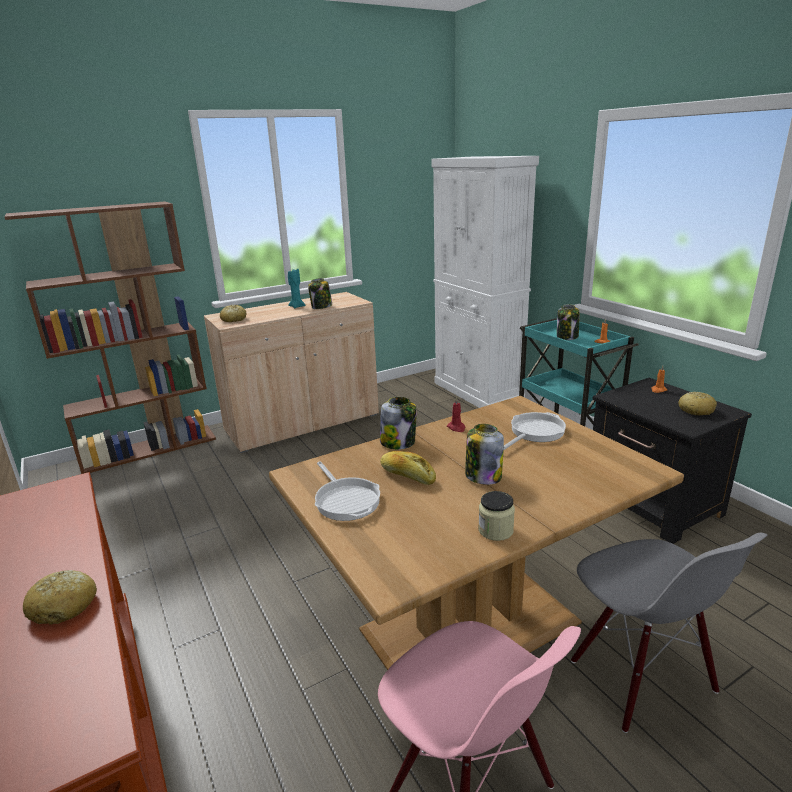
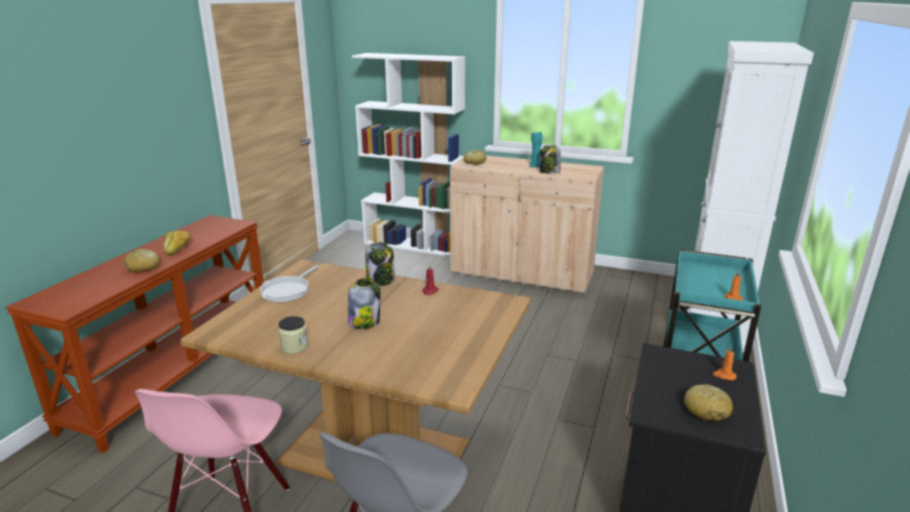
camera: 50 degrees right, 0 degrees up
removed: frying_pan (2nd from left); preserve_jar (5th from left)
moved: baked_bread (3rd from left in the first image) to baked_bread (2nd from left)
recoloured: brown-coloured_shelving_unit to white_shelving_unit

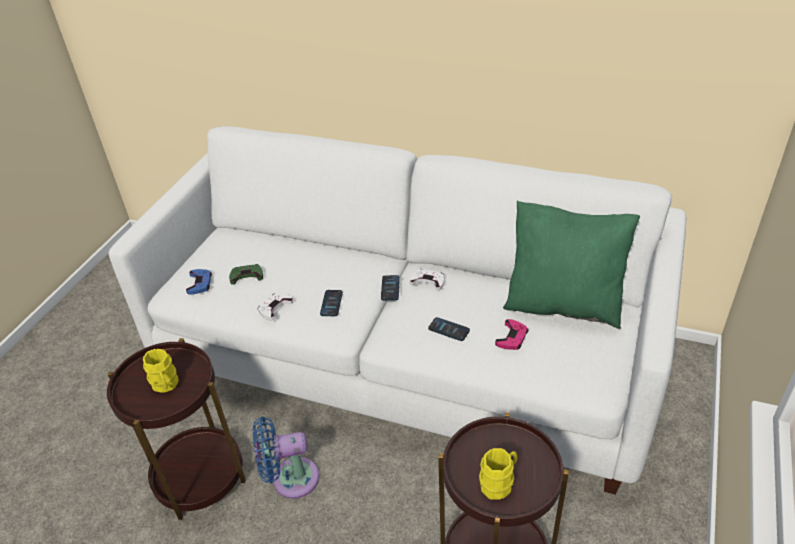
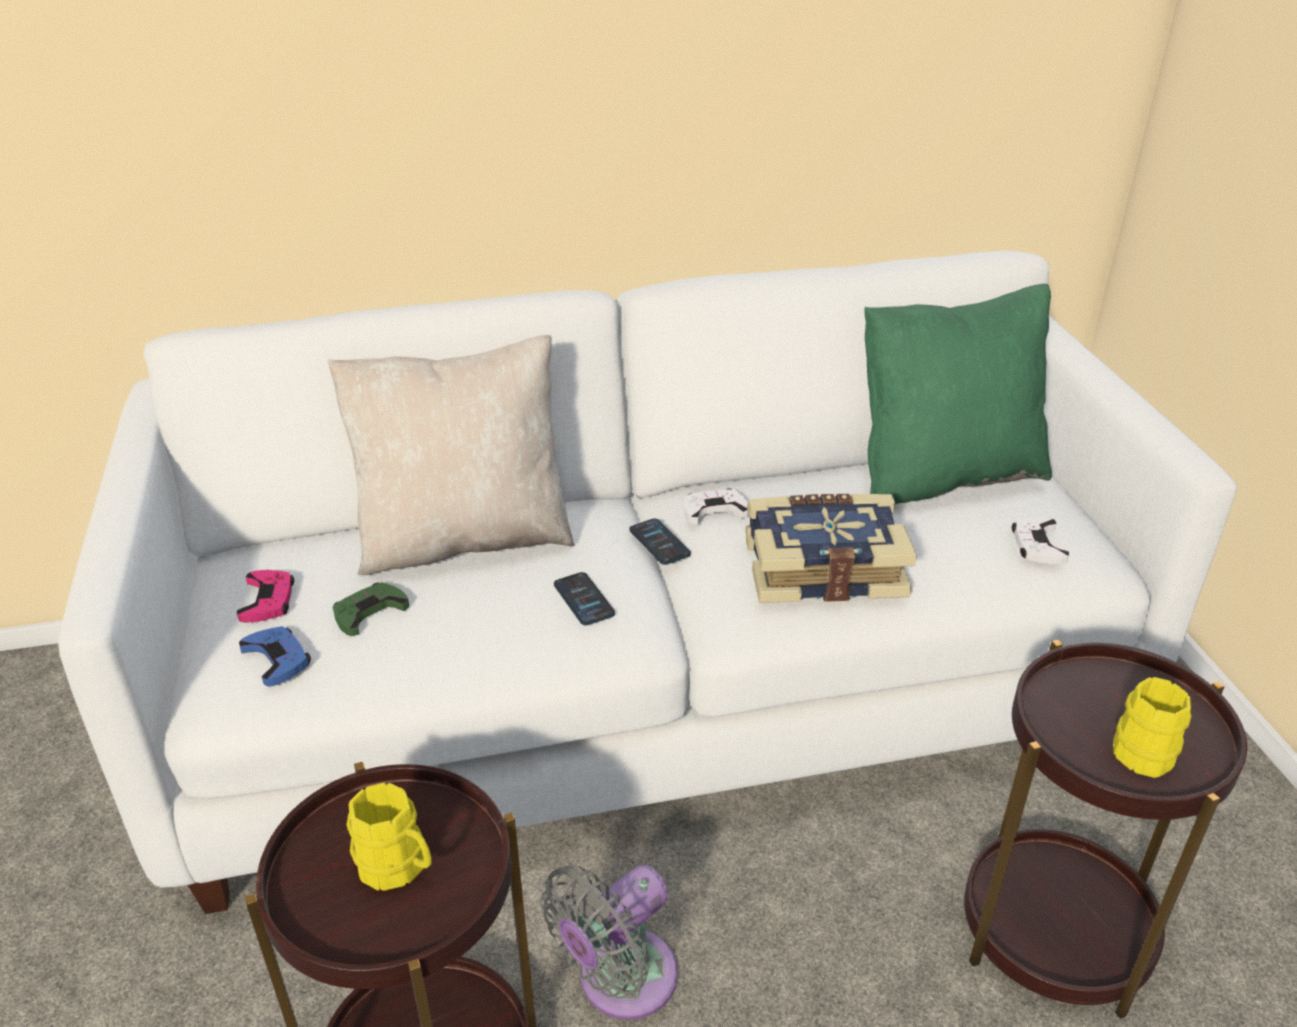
camera: 35 degrees left, 5 degrees down
added: beige-coloured_cushion
moved: white_joypad (1st from left in the first image) to white_joypad (2nd from left); pink_joypad
replaced: handset (3rd from left) to book
recoloured: blue_fan to greyish_fan

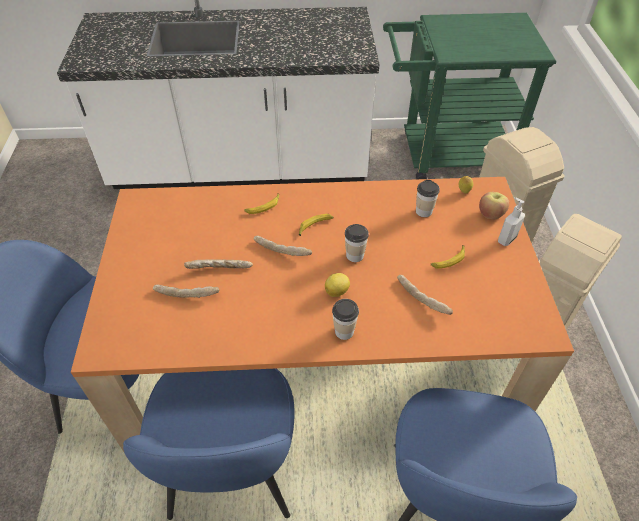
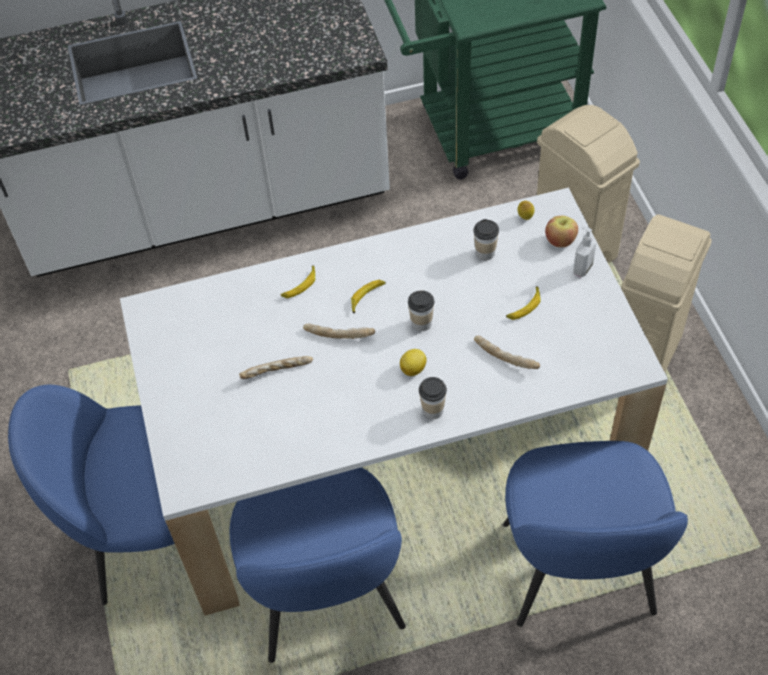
camera: 10 degrees left, 5 degrees up
removed: baked_bread (1st from left)
recoloured: orange_dining_table to white_dining_table

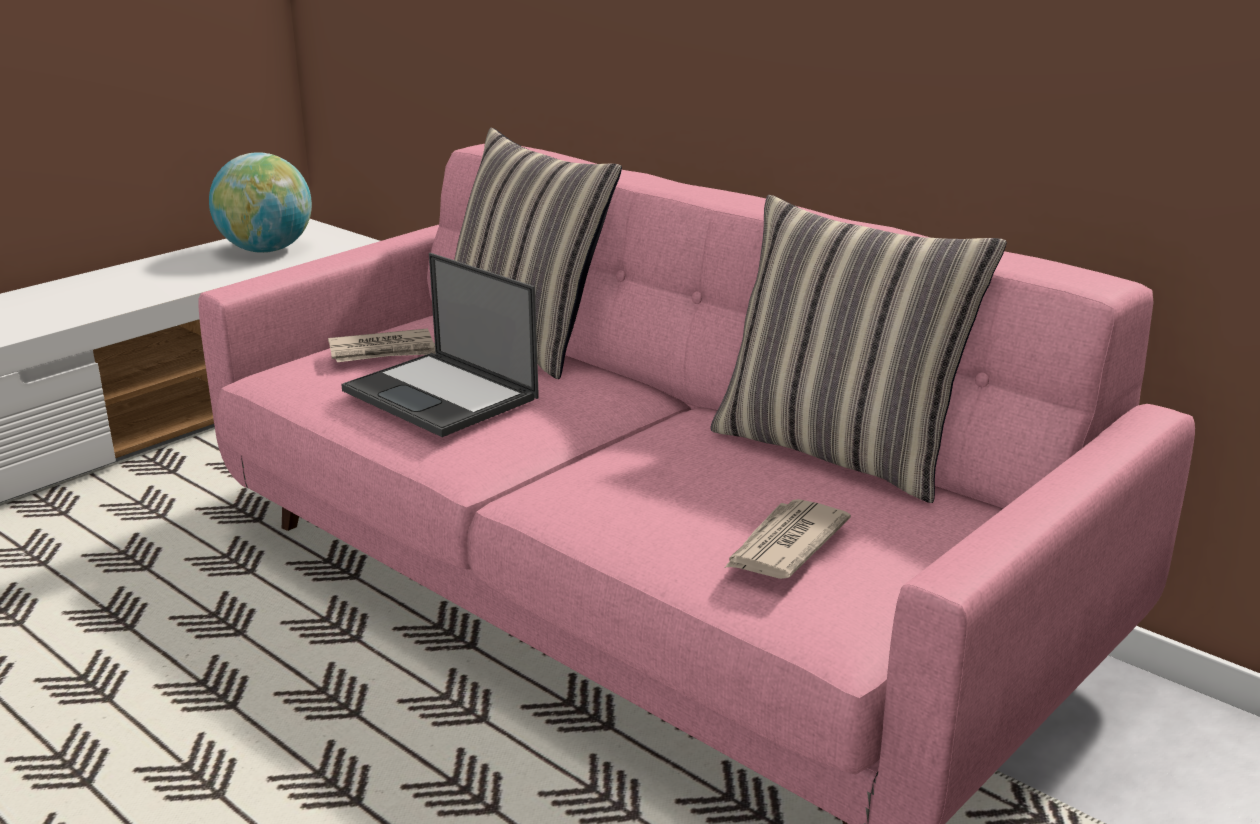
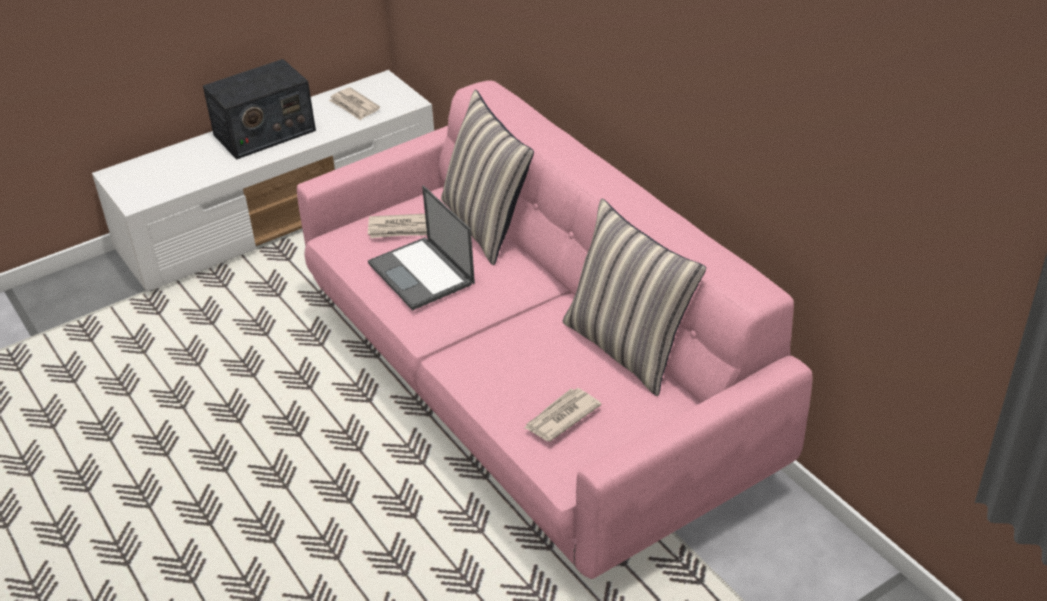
camera: 15 degrees right, 15 degrees up
added: radio_set
replaced: desk_globe to newspaper (1st from left)

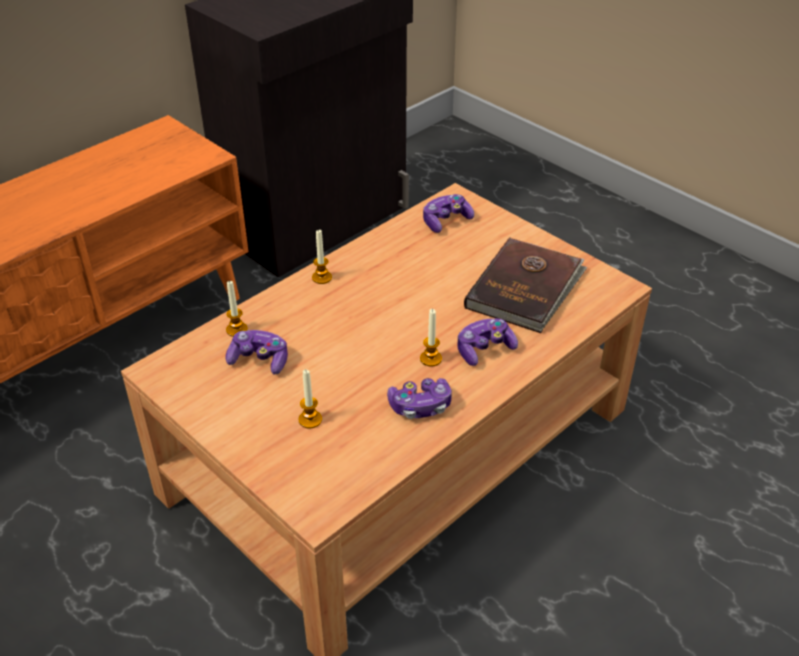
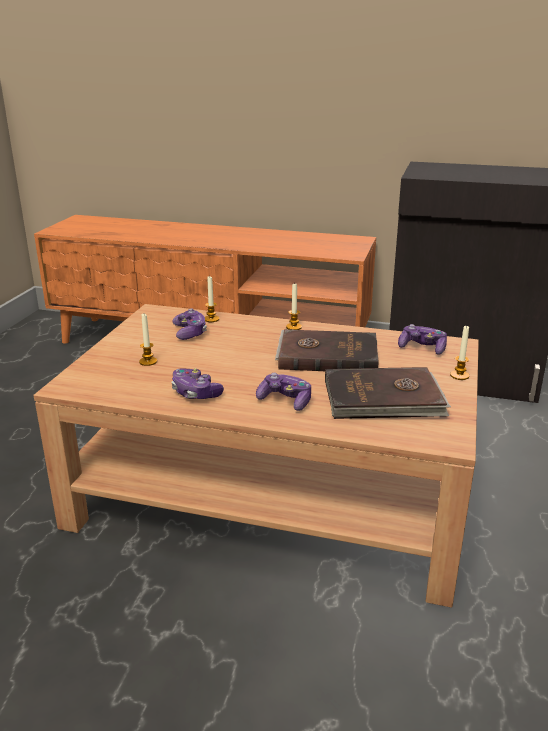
camera: 60 degrees right, 15 degrees down
added: brown-coloured_book (1st from left)
moved: wax_candle (4th from left)

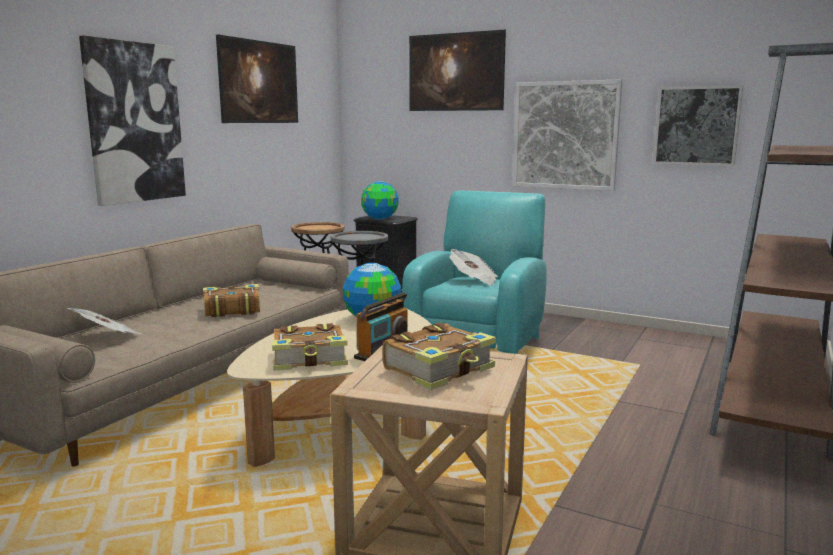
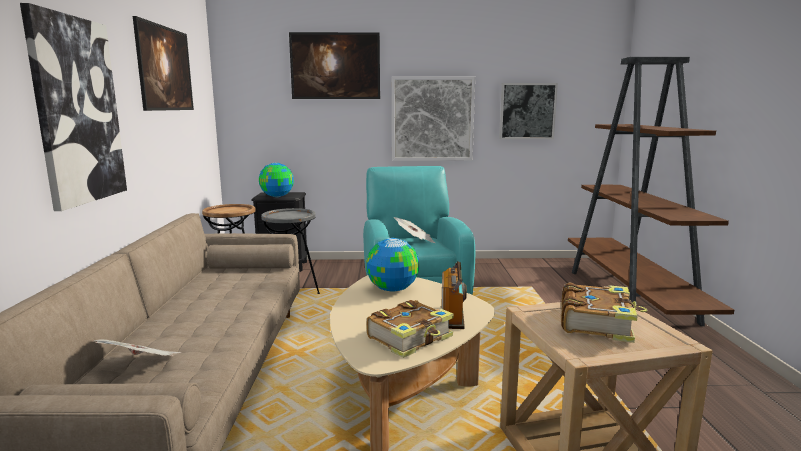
camera: 30 degrees left, 0 degrees up
removed: book (1st from left)

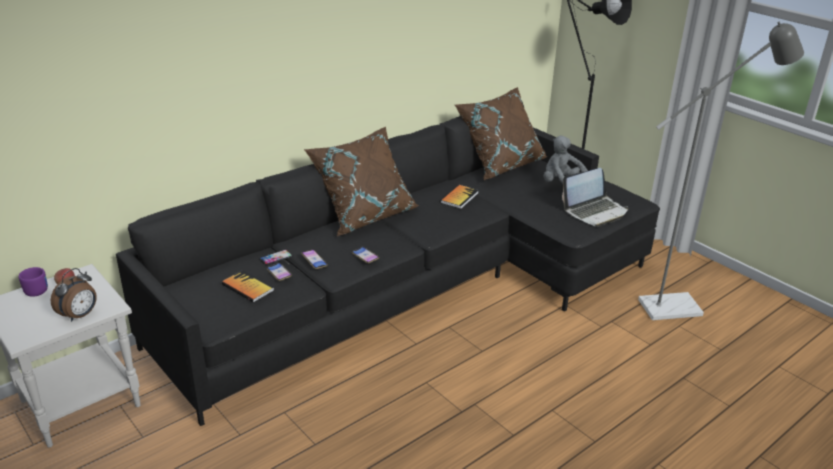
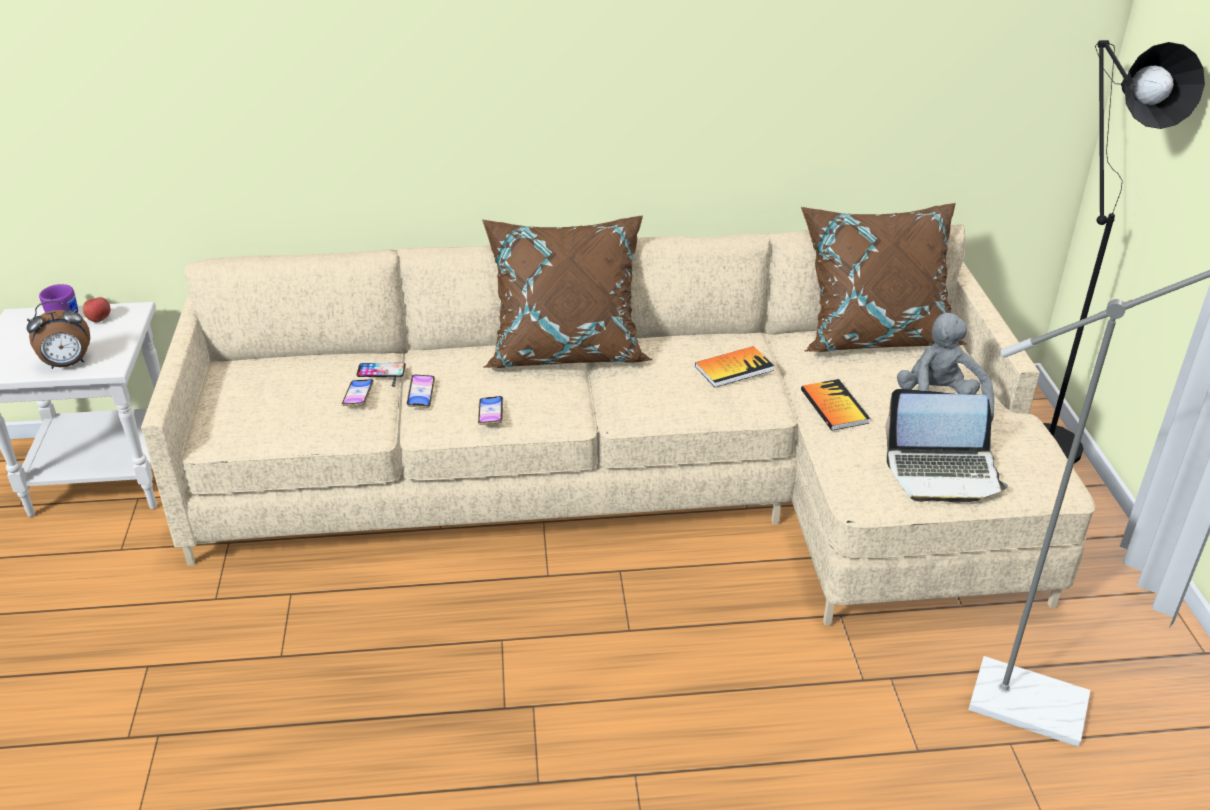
camera: 35 degrees right, 5 degrees up
moved: book (1st from left in the first image) to book (2nd from left)
recoloured: black-coloured_sofa to beige-coloured_sofa

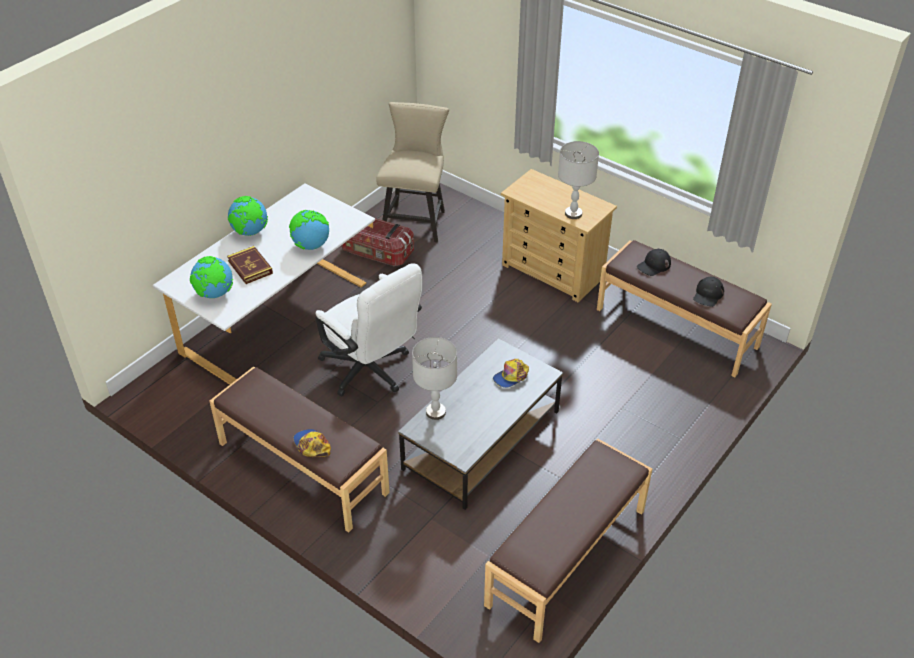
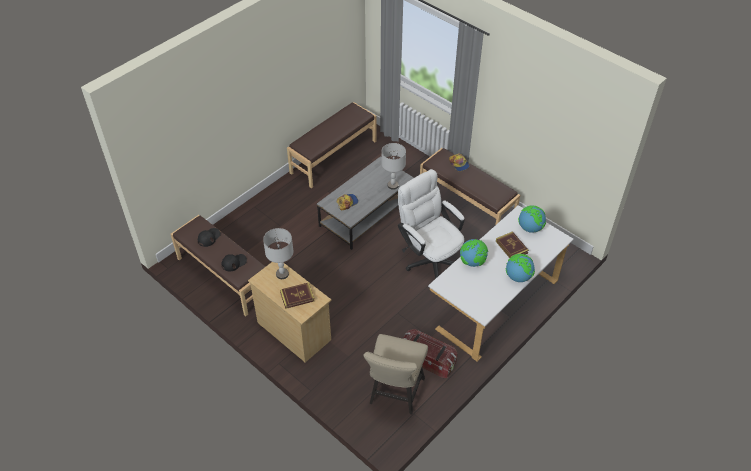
camera: 175 degrees left, 5 degrees up
added: book (1st from left)

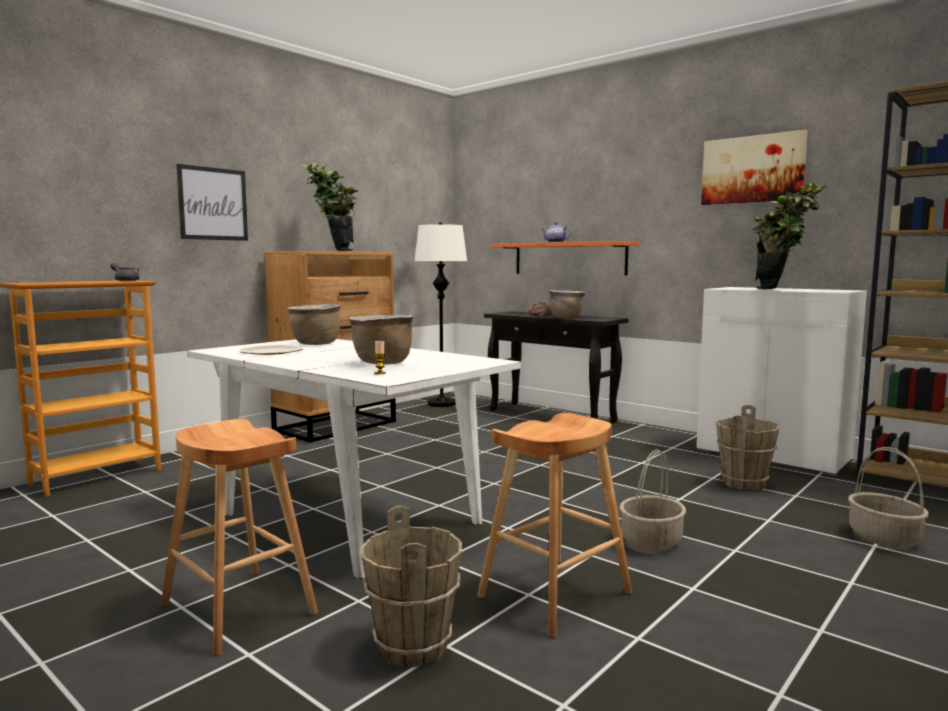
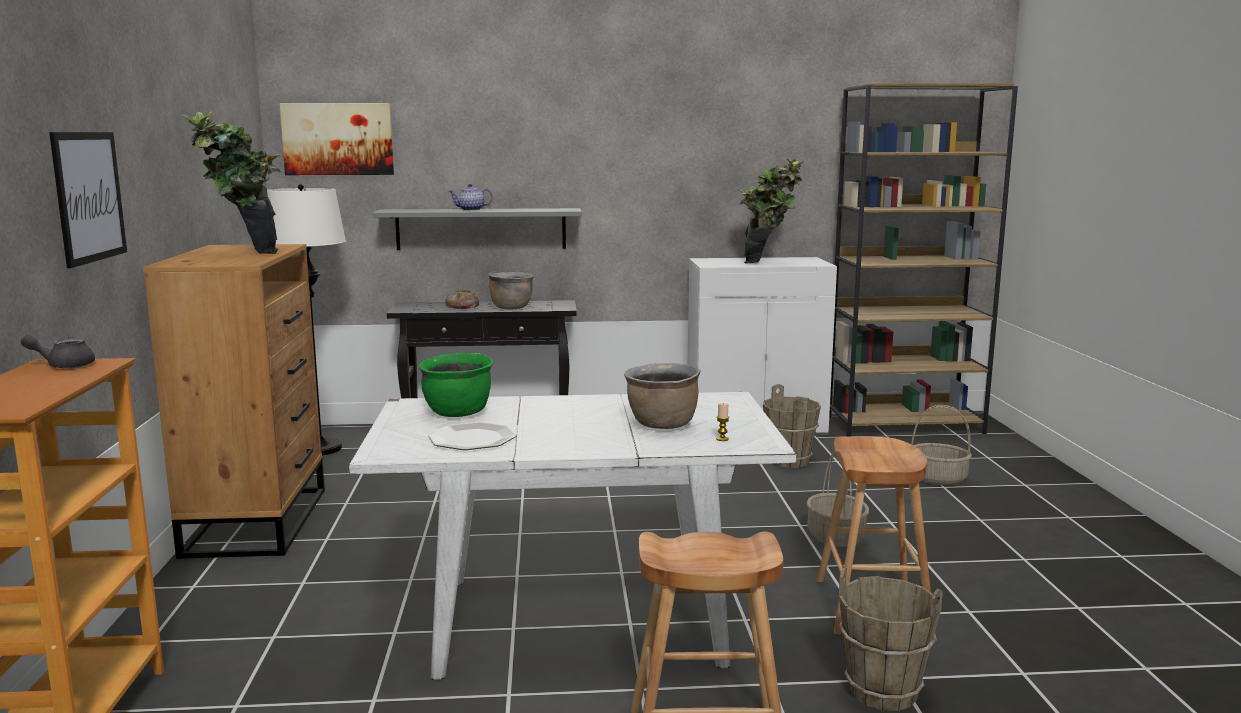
camera: 45 degrees left, 5 degrees up
moved: picture (2nd from left)
recoloured: brown-coloured_stockpot (1st from left) to green_stockpot; orange_wall_shelf to greyish_wall_shelf

